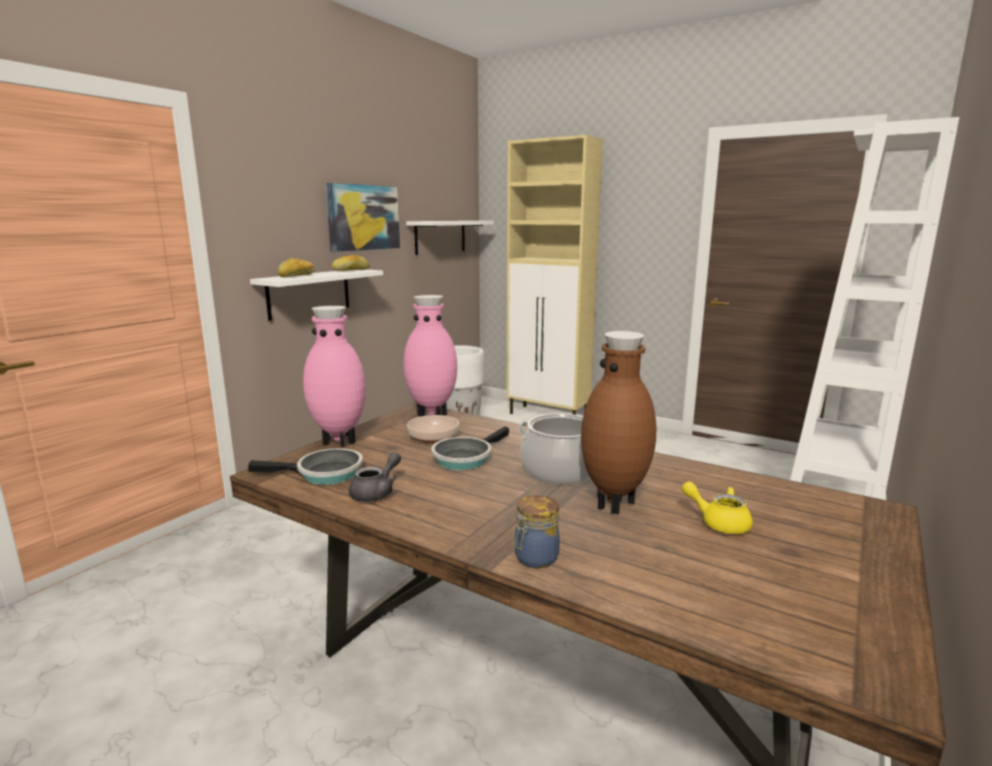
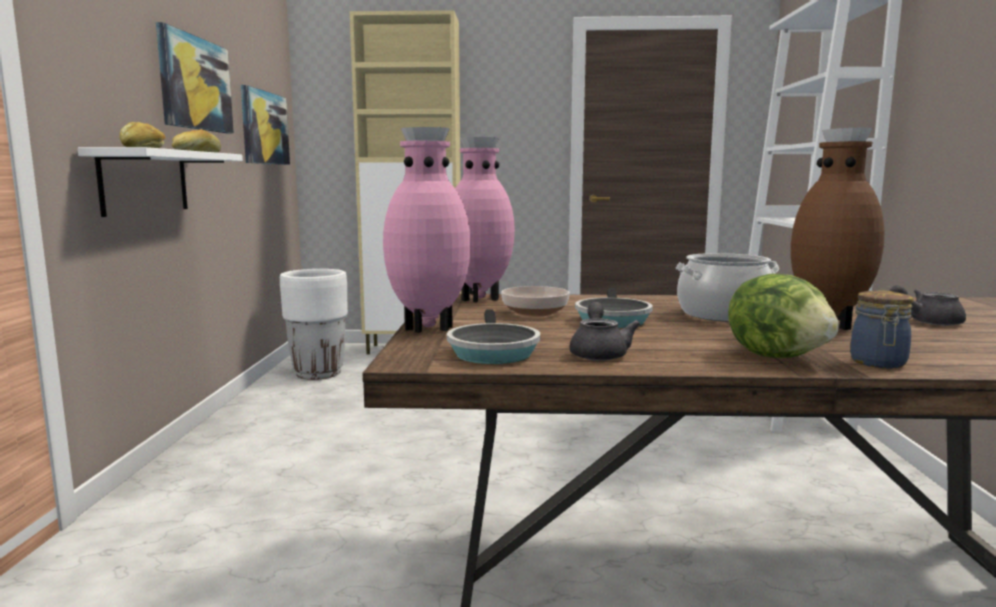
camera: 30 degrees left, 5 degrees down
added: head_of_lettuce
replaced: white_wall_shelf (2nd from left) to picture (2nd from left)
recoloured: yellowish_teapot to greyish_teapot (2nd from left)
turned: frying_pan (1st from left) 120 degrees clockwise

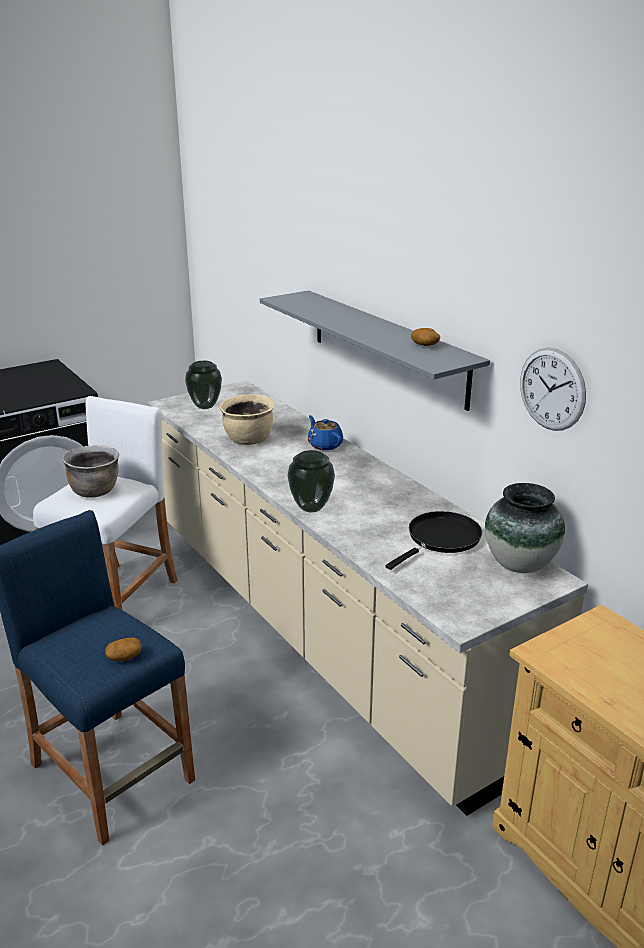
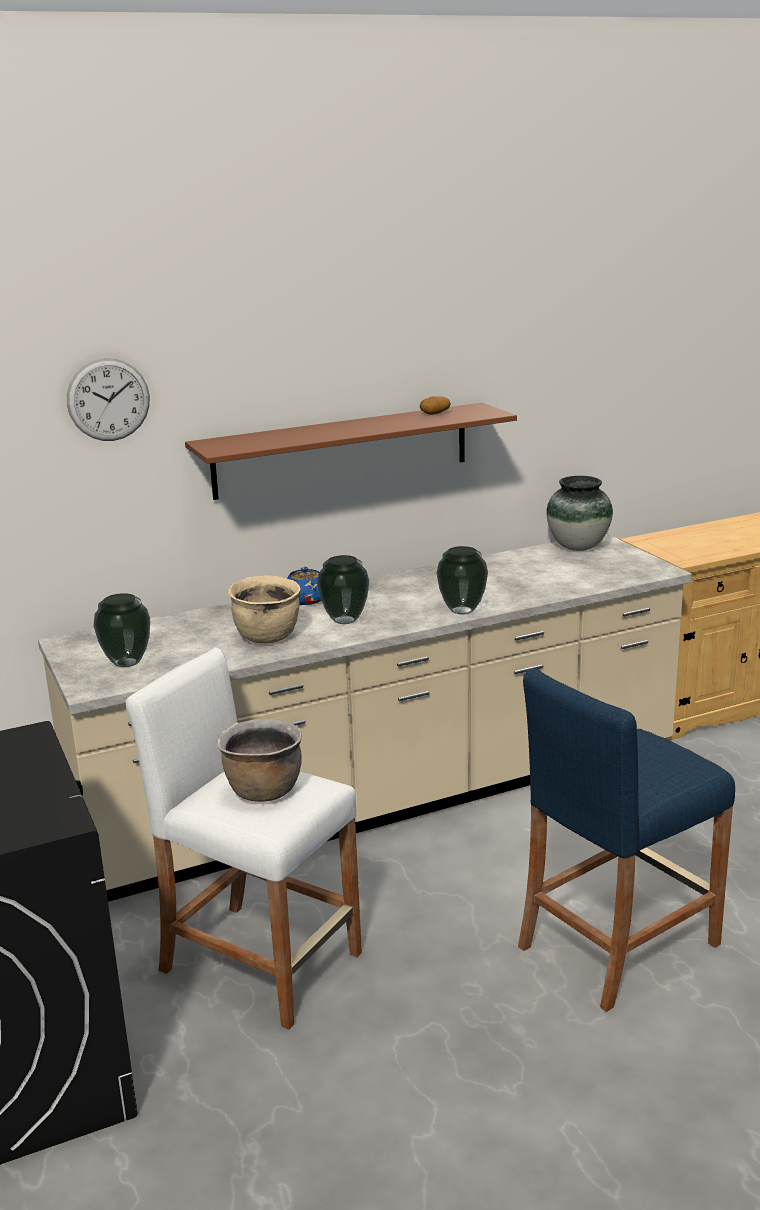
camera: 80 degrees left, 5 degrees down
removed: potato (1st from left); black-coloured_frying_pan
added: flower_vase (2nd from left)
moved: clock_on_the_wall
recoloured: greyish_wall_shelf to brown-coloured_wall_shelf

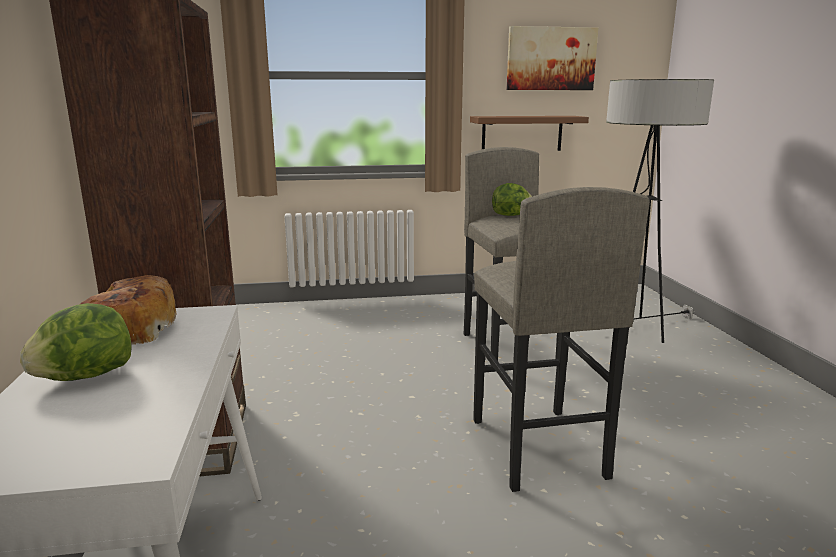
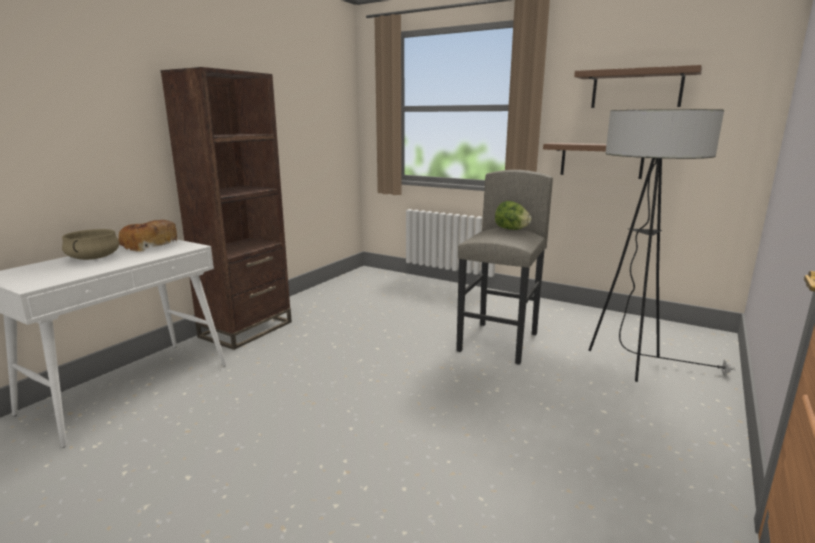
camera: 40 degrees right, 0 degrees up
removed: greyish_sitting_stool (2nd from left)
replaced: head_of_lettuce (1st from left) to beige-coloured_stockpot; picture to brown-coloured_wall_shelf (2nd from left)

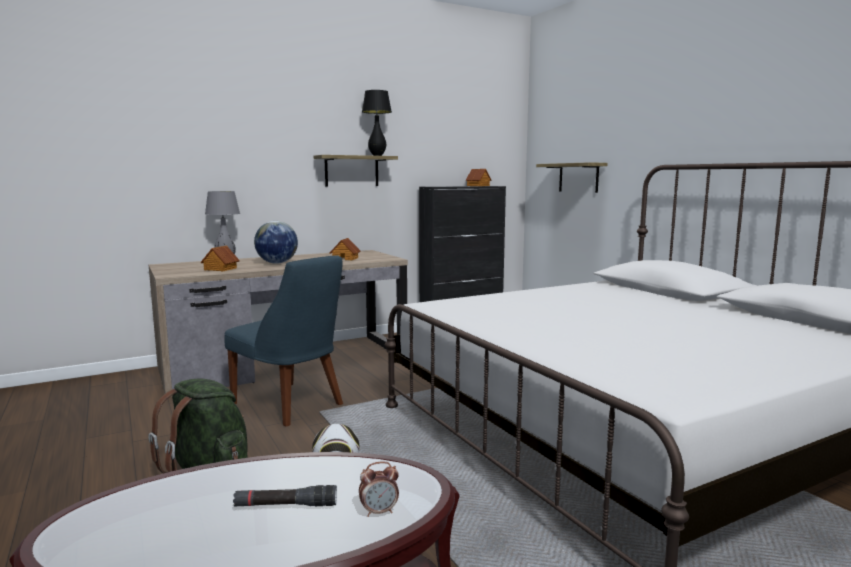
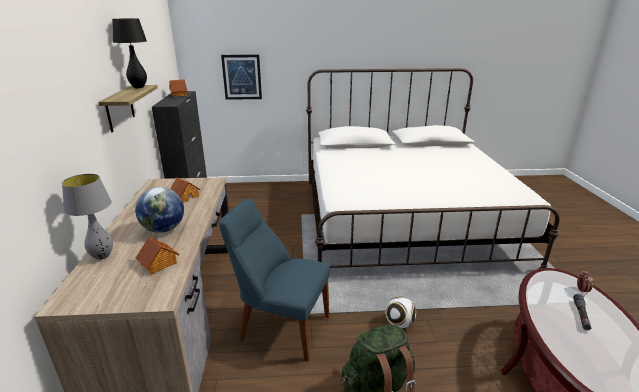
camera: 65 degrees left, 15 degrees up
replaced: wall_shelf (2nd from left) to picture
turned: blue_upright_chair 135 degrees counterclockwise

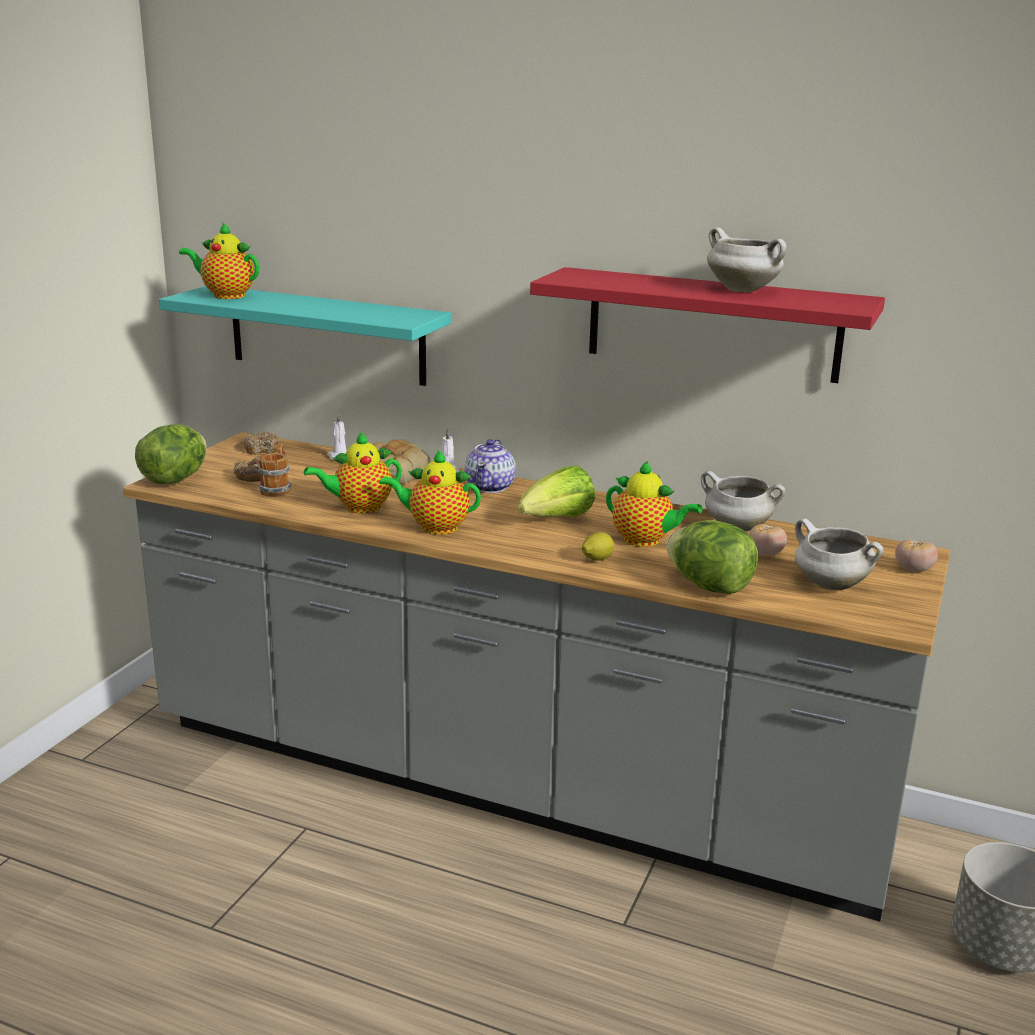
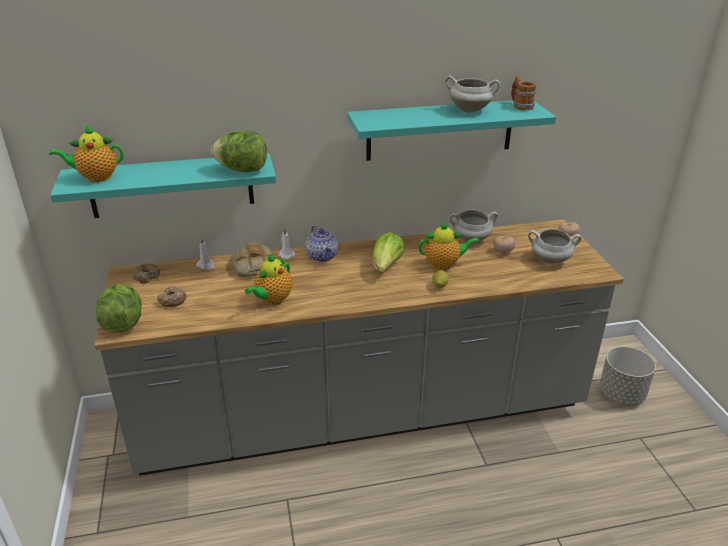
camera: 35 degrees left, 10 degrees up
removed: teapot (3rd from left)
moved: coffee_mug; head_of_lettuce (3rd from left in the first image) to head_of_lettuce (2nd from left)
recoloured: red-coloured_wall_shelf to blue-green_wall_shelf (2nd from left)

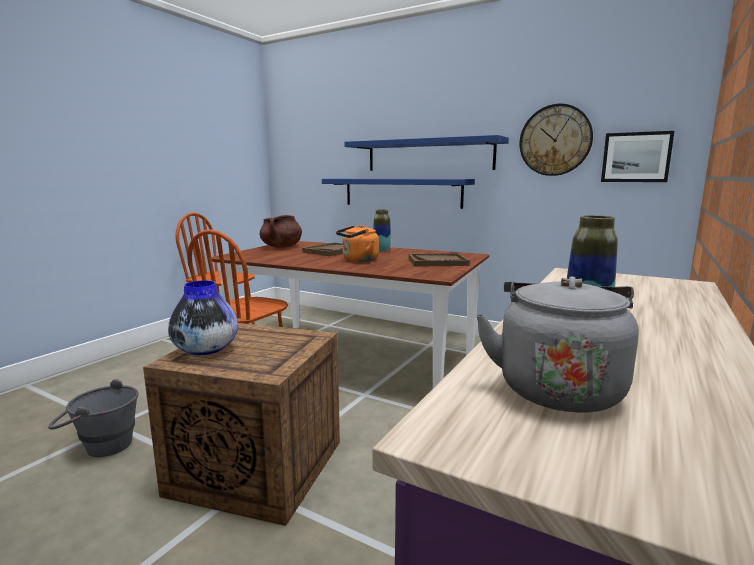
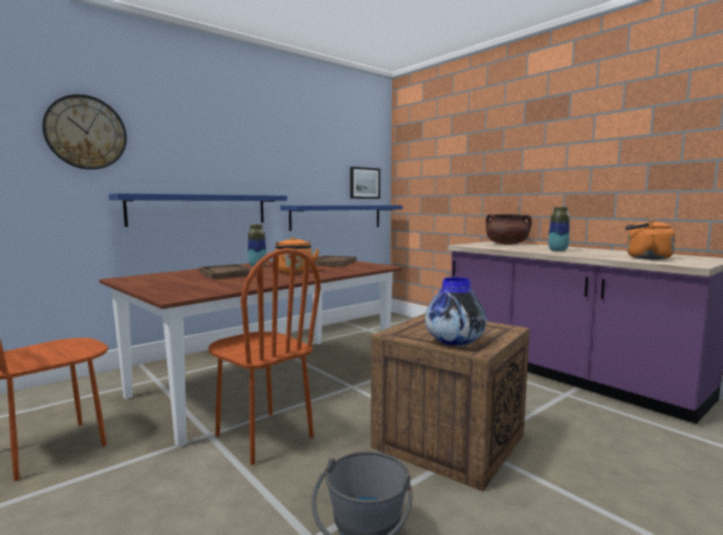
camera: 70 degrees left, 5 degrees down
moved: brown-coloured_stockpot; blue_wall_shelf (2nd from left); clock_on_the_wall
recoloured: greyish_water_kettle to orange_water_kettle (2nd from left)

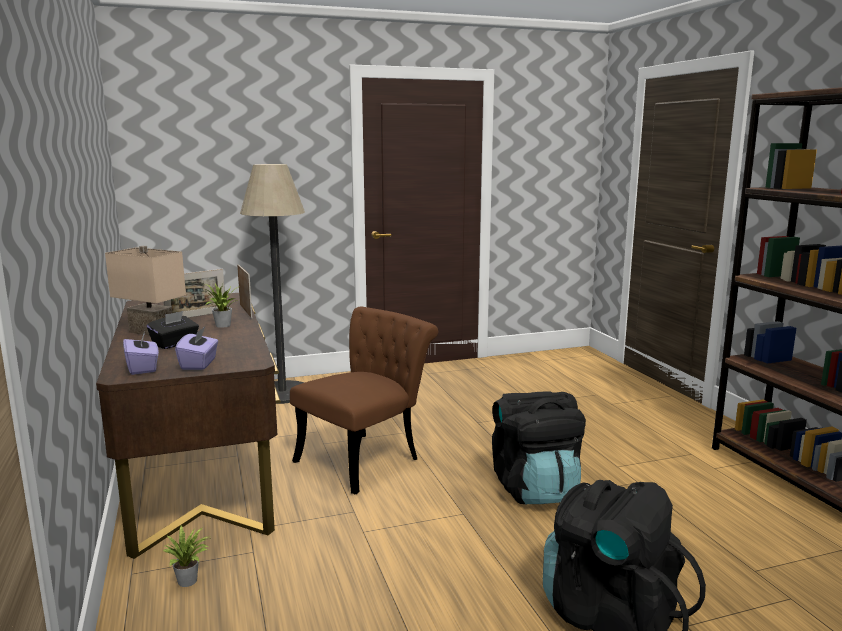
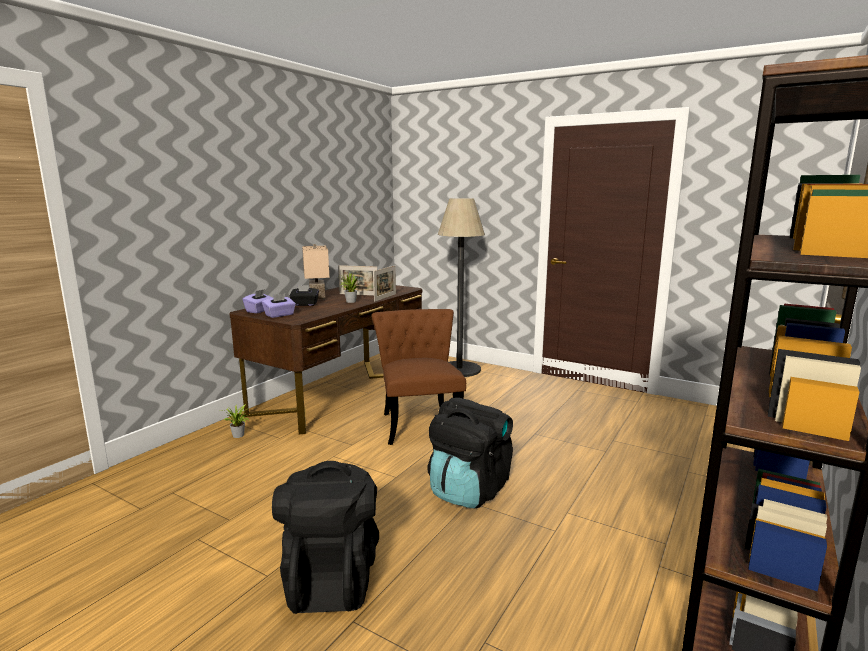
camera: 50 degrees right, 0 degrees up
turned: brown-coloured_upright_chair 105 degrees counterclockwise

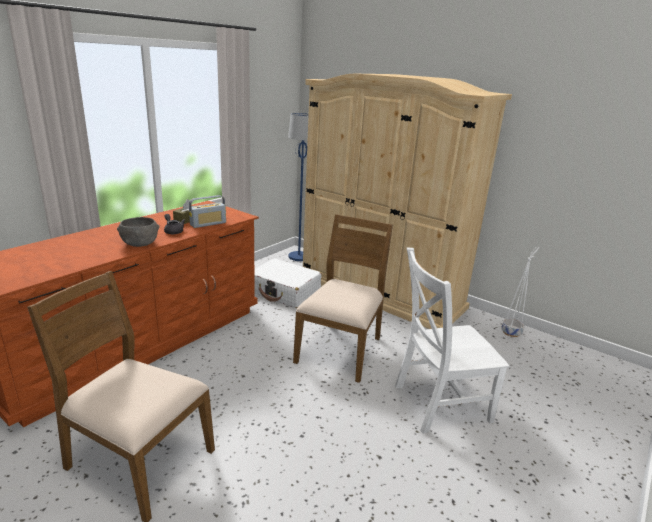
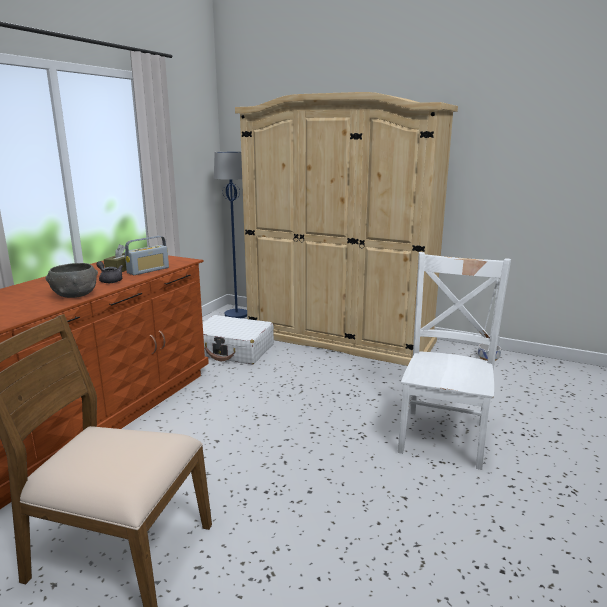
camera: 10 degrees left, 5 degrees down
removed: brown-coloured_upright_chair (2nd from left)
turned: white_upright_chair 135 degrees clockwise

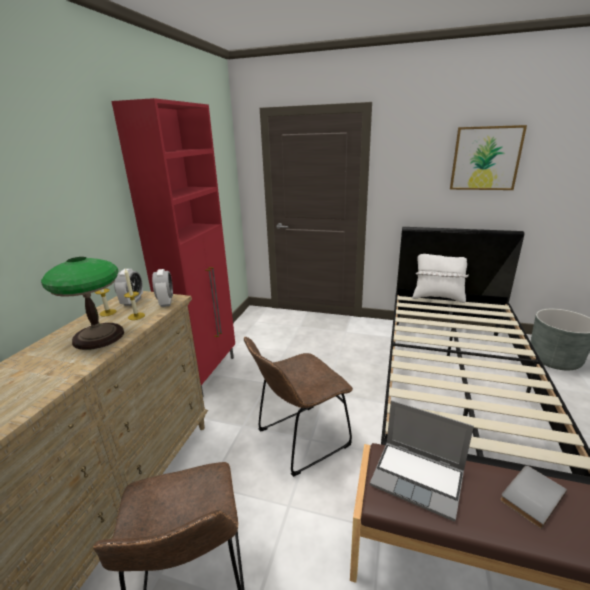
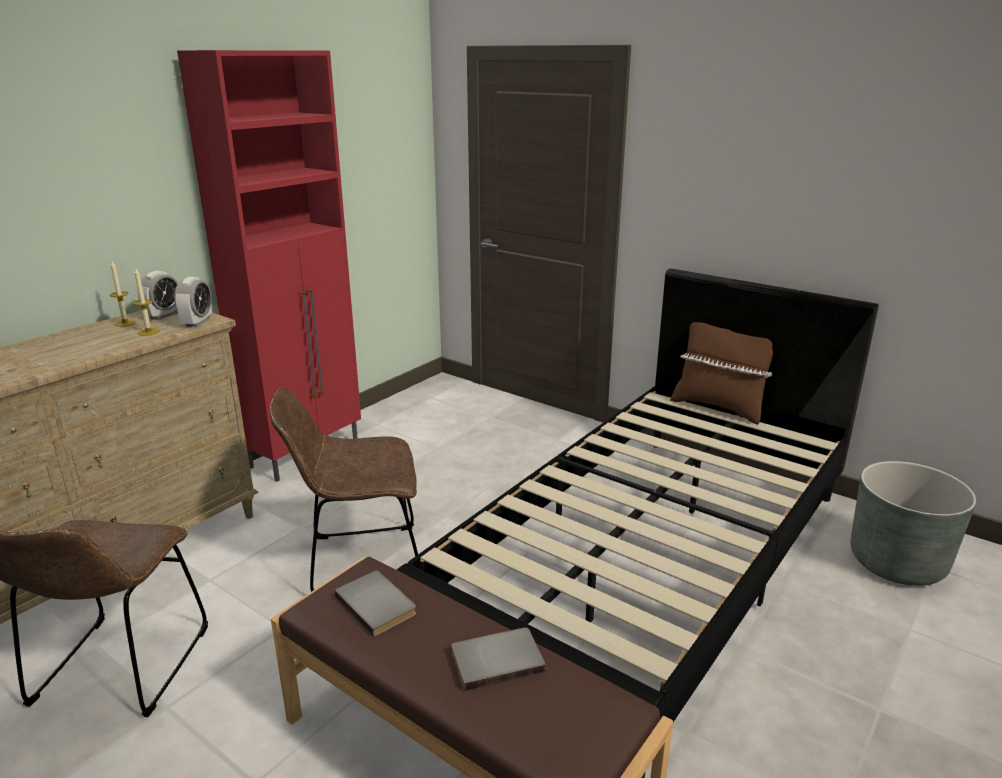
camera: 20 degrees right, 0 degrees up
removed: table_lamp; picture
replaced: portable_computer to greyish_book (1st from left)
recoloured: white_cushion to brown-coloured_cushion

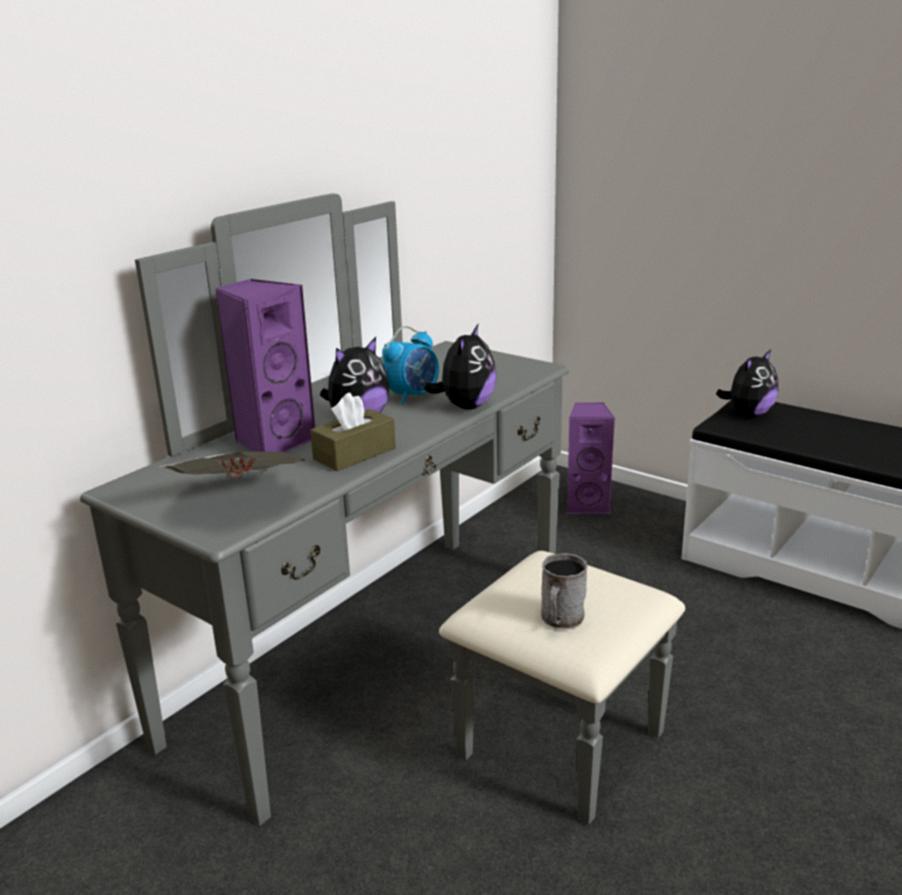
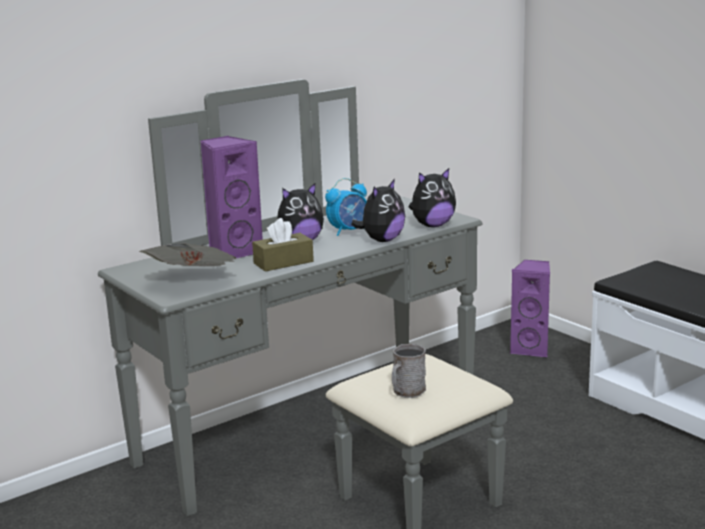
camera: 15 degrees right, 5 degrees down
moved: cuddly_toy (3rd from left)

